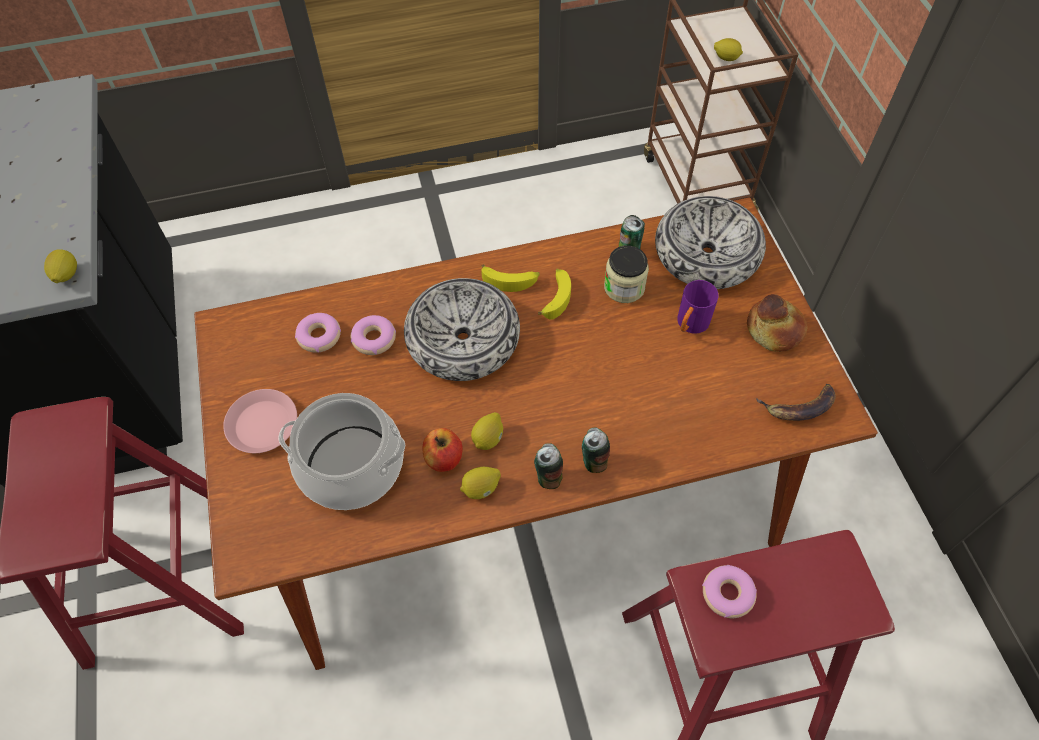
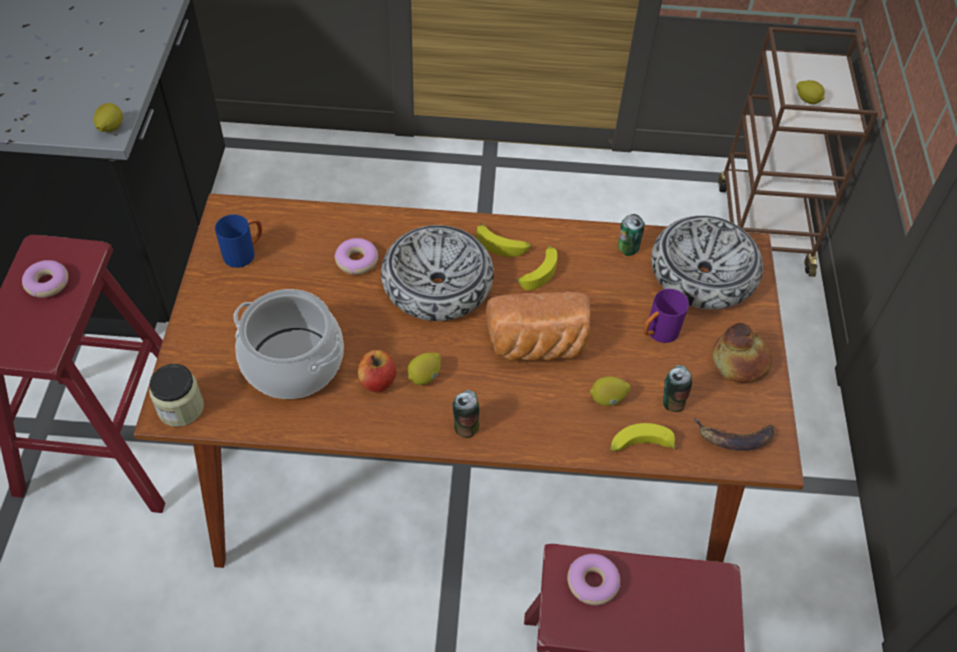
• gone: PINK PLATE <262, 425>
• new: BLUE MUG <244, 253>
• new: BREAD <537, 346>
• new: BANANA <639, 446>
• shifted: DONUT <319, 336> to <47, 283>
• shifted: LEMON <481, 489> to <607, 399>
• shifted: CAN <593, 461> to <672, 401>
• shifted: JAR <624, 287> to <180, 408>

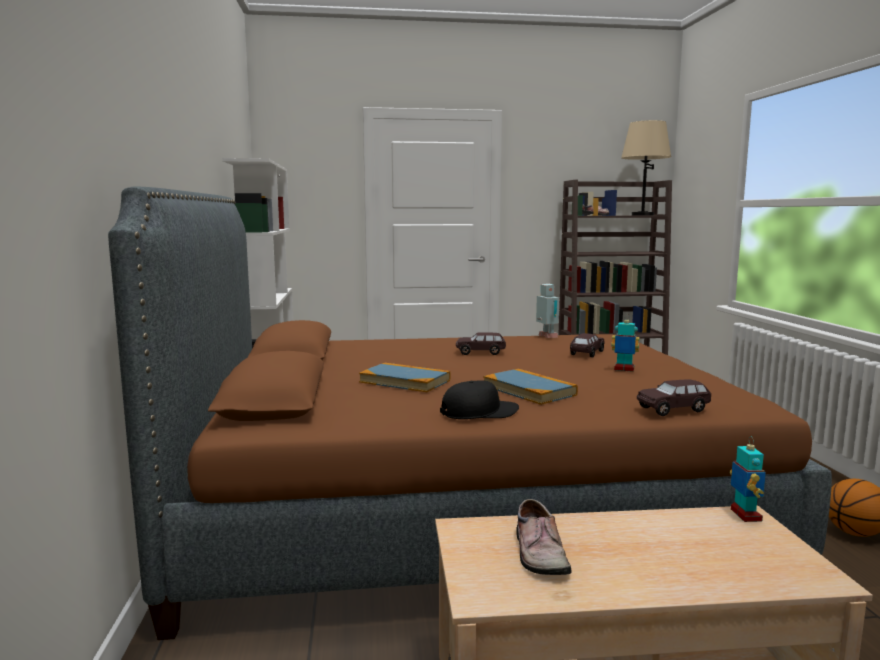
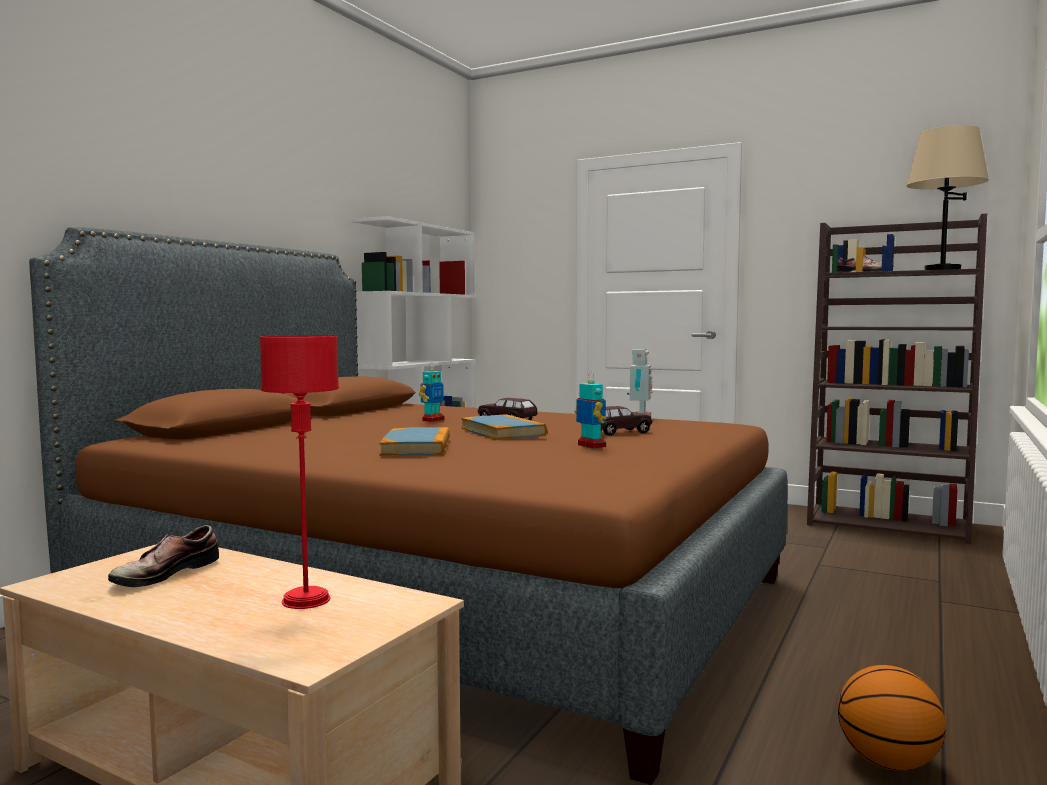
• gone: BLACK CAP <479, 413>
• gone: BROWN TOY CAR <673, 409>
• new: RED TABLE LAMP <305, 600>
• shifted: BOOK <405, 381> to <502, 432>
• shifted: TOY ROBOT <745, 515> to <432, 420>

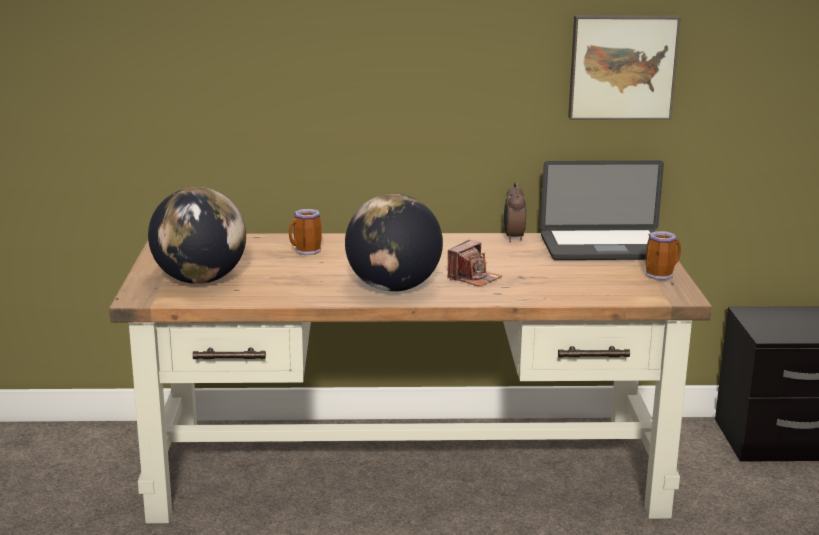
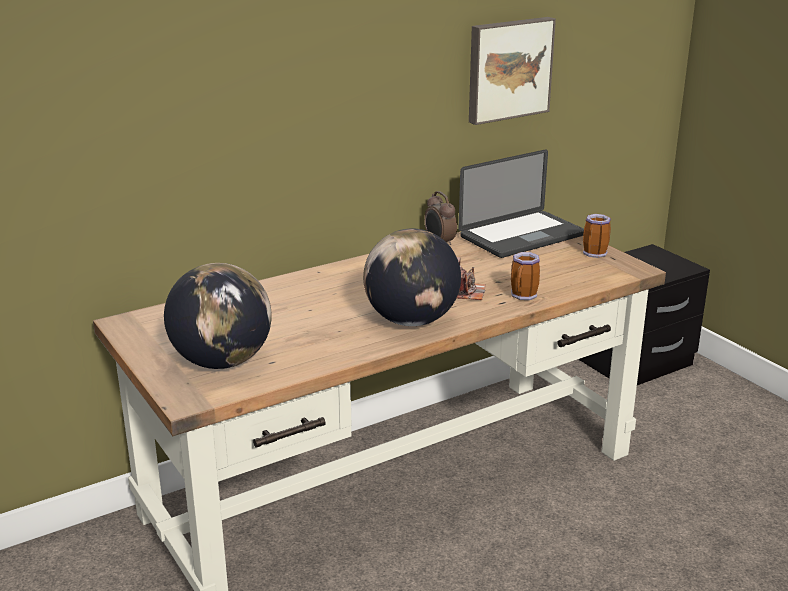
• shifted: MUG <306, 252> to <524, 296>

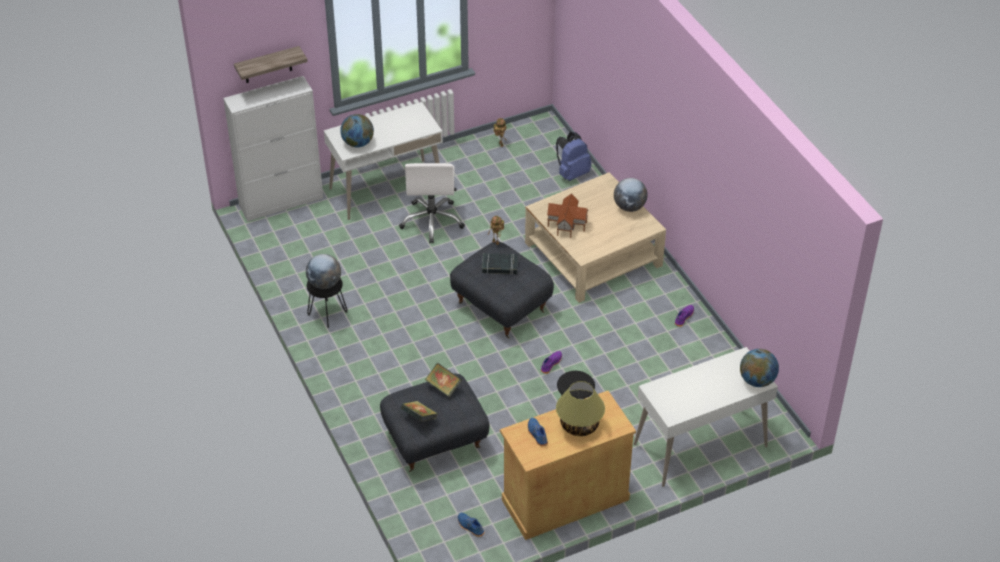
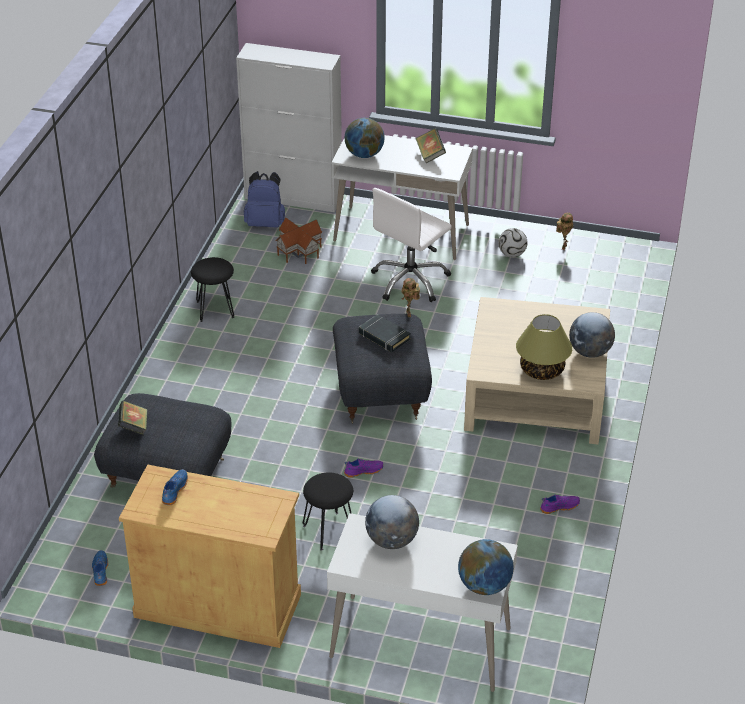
• gone: SHELF <267, 65>
• new: FOOTBALL <512, 254>
• shifted: GLOBE <324, 284> to <392, 540>
• shifted: BOOK <443, 386> to <430, 154>
• shifted: TOY HOUSE <566, 224> to <299, 250>
• shifted: BLUE BACKPACK <572, 173> to <266, 223>
• shifted: TABLE LAMP <579, 425> to <541, 370>

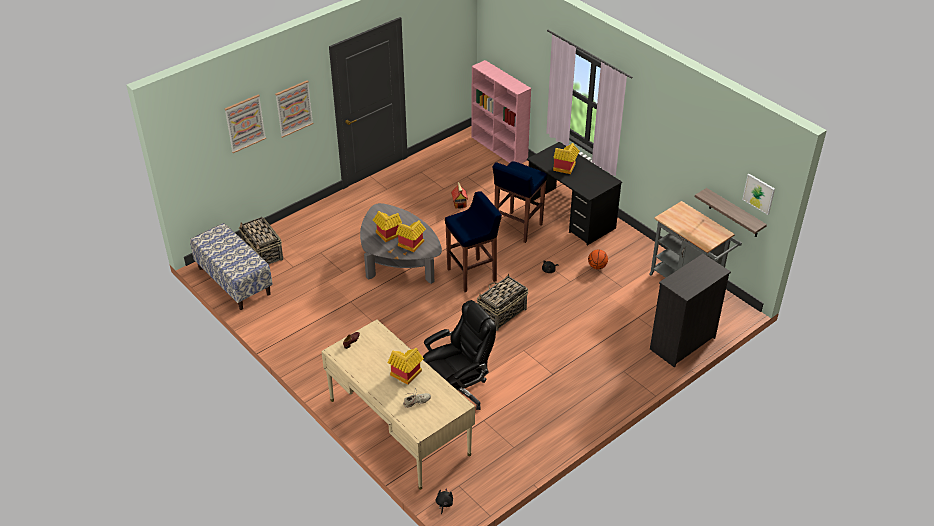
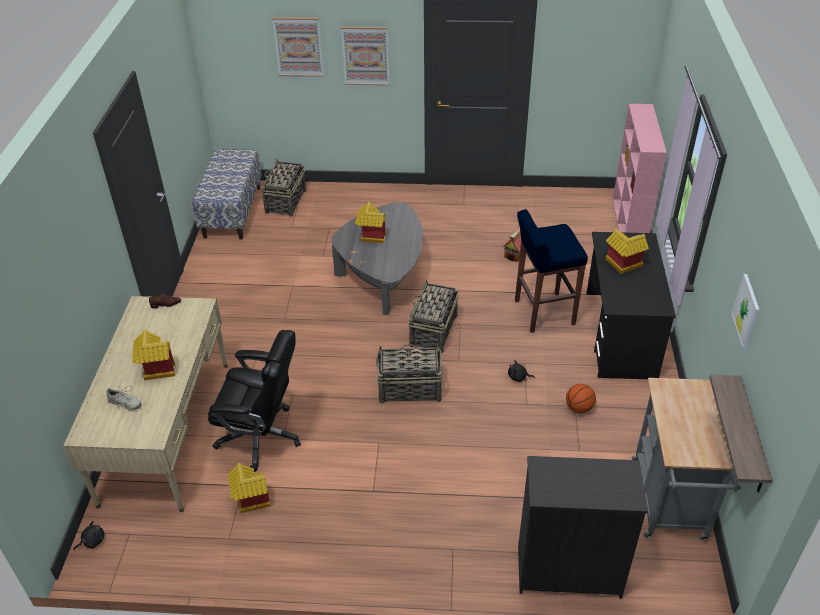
• shifted: TOY HOUSE <411, 245> to <249, 501>
• shifted: PICTURE <759, 193> to <746, 311>
• swapped: BLUE STOOL <472, 275> to BASKET <433, 331>

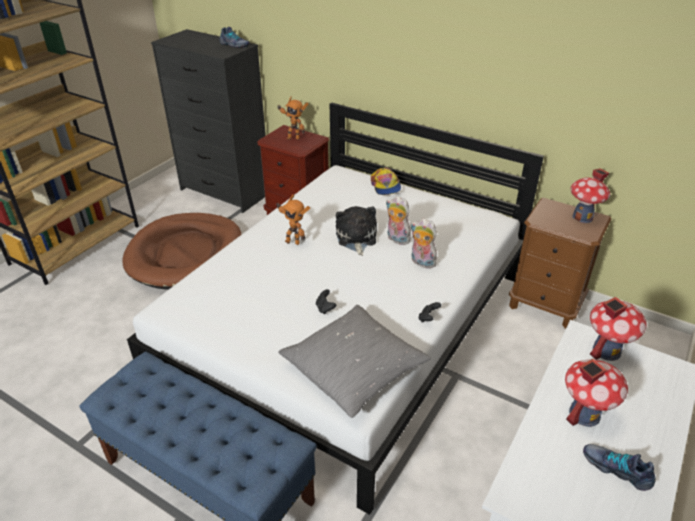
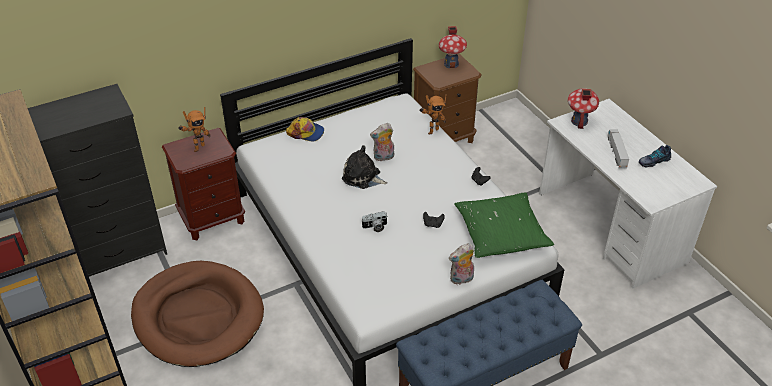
• gone: SHOE <234, 45>
• new: PHOTO CAMERA <375, 227>
• shifted: TOY ROBOT <293, 241> to <432, 130>
• shifted: PLUSH TOY <421, 262> to <461, 279>
• swapped: TOY HOUSE <584, 414> to TOY TRUCK <616, 153>
• repainted: GREY PILLOW <354, 368> to GREEN PILLOW <501, 233>

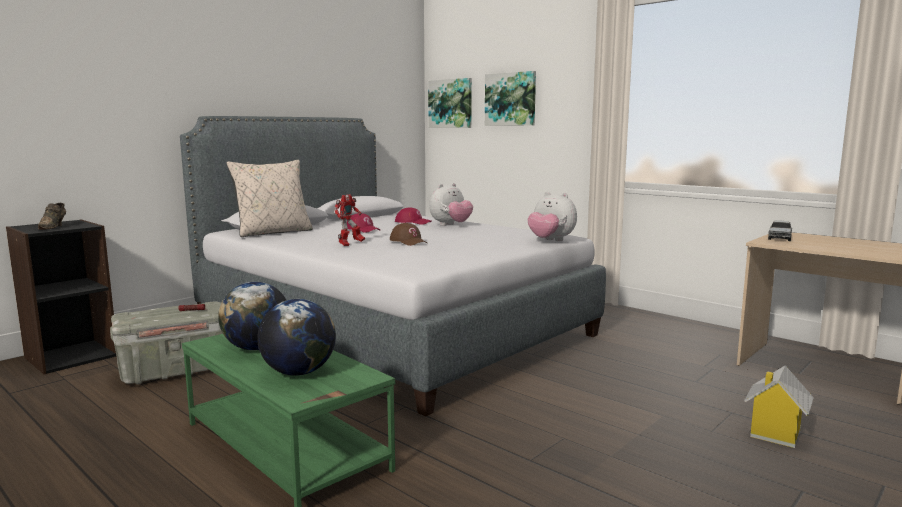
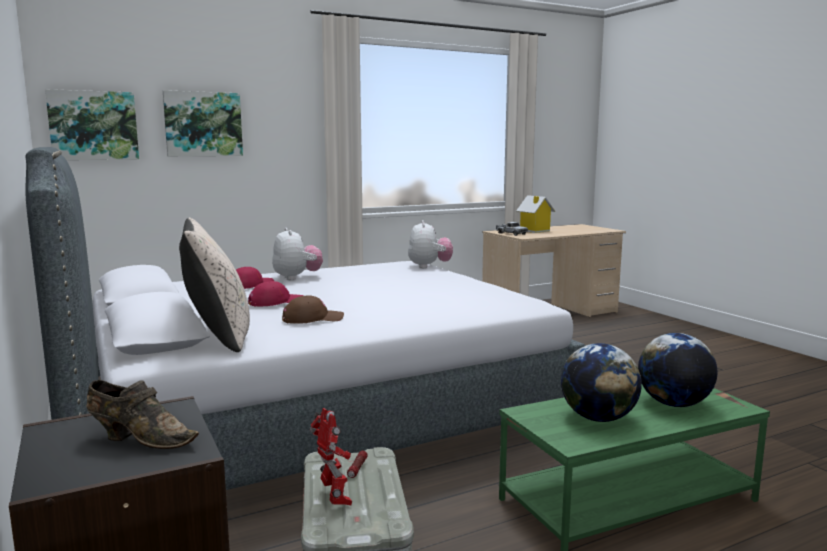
• shifted: TOY ROBOT <350, 244> to <335, 498>
• shifted: BROWN CAP <408, 241> to <312, 319>
• shifted: TOY HOUSE <774, 433> to <534, 231>
• rotated: PLUSH TOY <550, 241> = <429, 266> 60 degrees counterclockwise

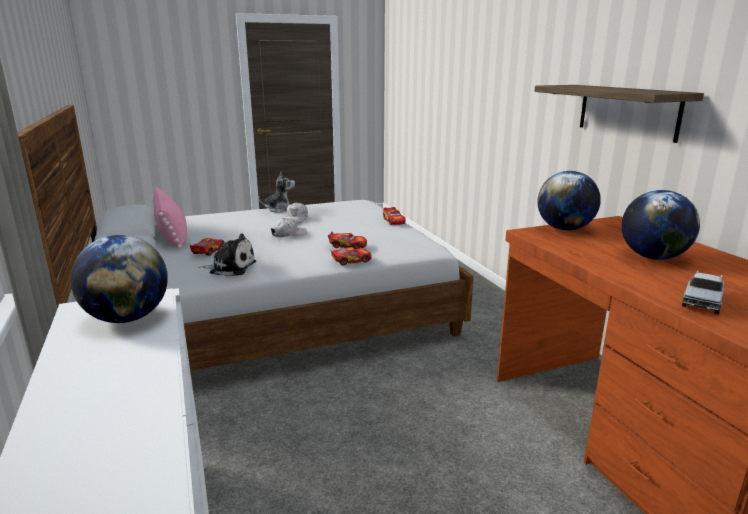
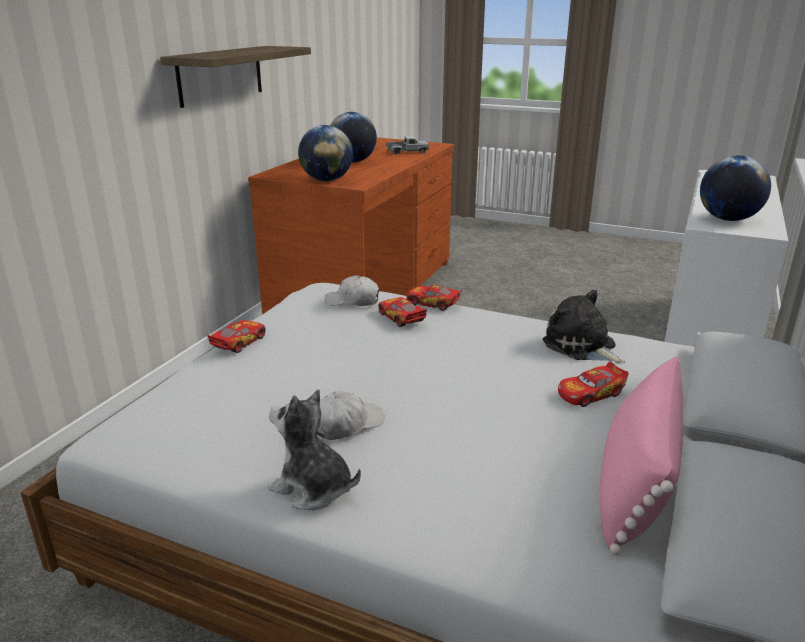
• shifted: WHITE CAP <288, 234> to <352, 301>

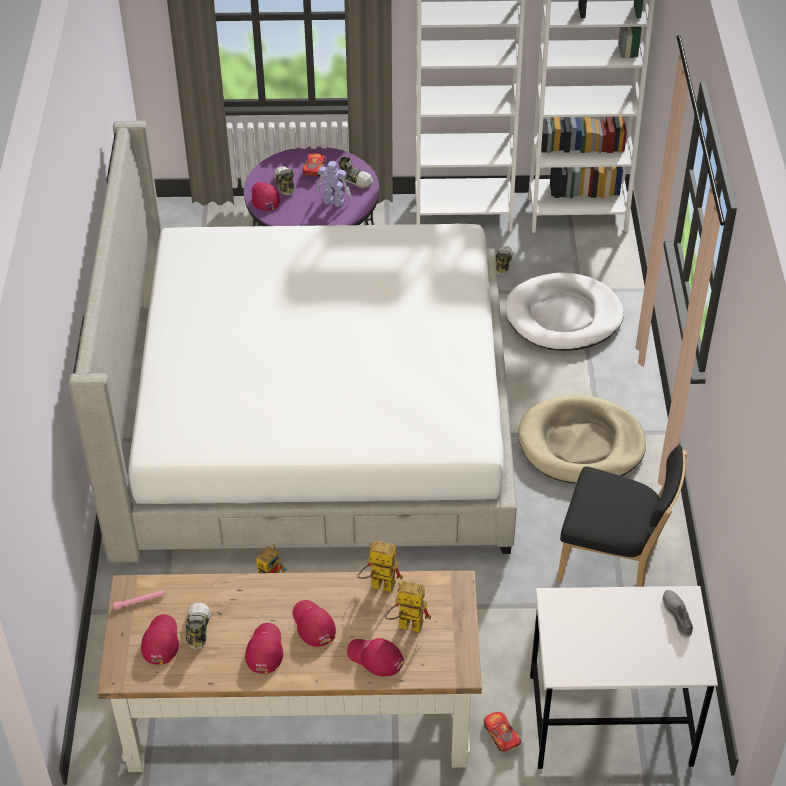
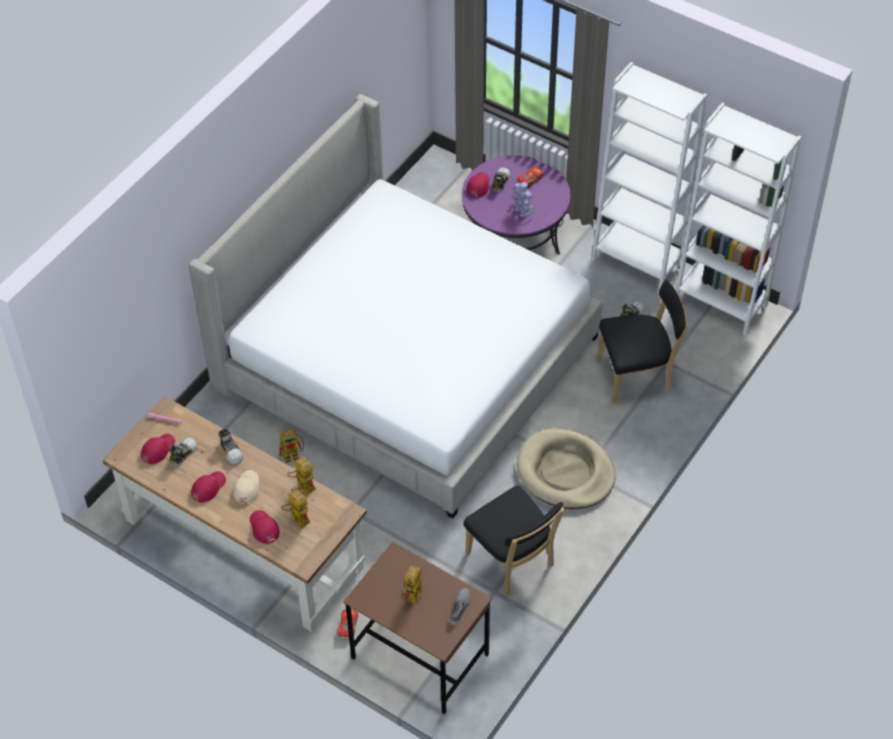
• new: TOY ROBOT <413, 599>
• shifted: SHOE <355, 180> to <231, 452>
• swapped: WHITE DOG BED <563, 316> to BLACK CHAIR <638, 376>
• repainted: RED CAP <313, 624> to BEIGE CAP <246, 488>
• repainted: WHITE DESK <609, 721> to BROWN DESK <419, 656>

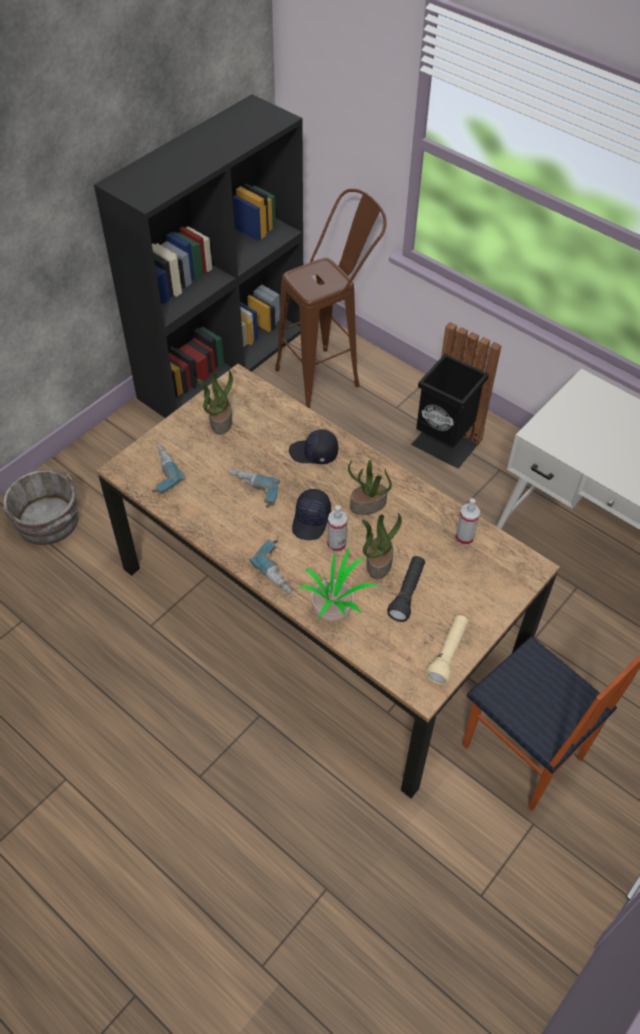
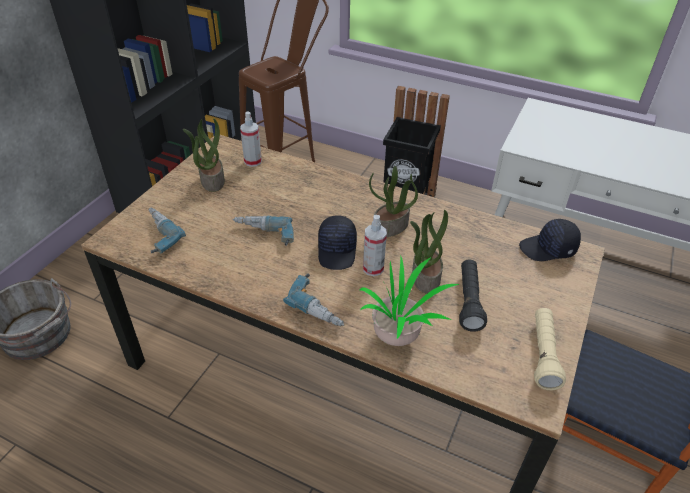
• shifted: BLACK CAP <314, 453> to <548, 249>
• shifted: SPRAY BOTTLE <464, 538> to <253, 161>

